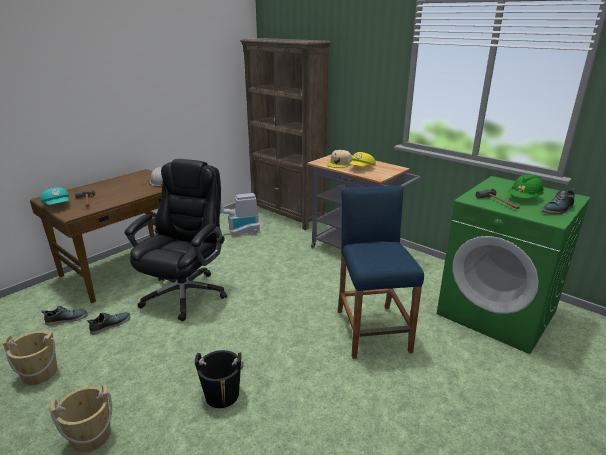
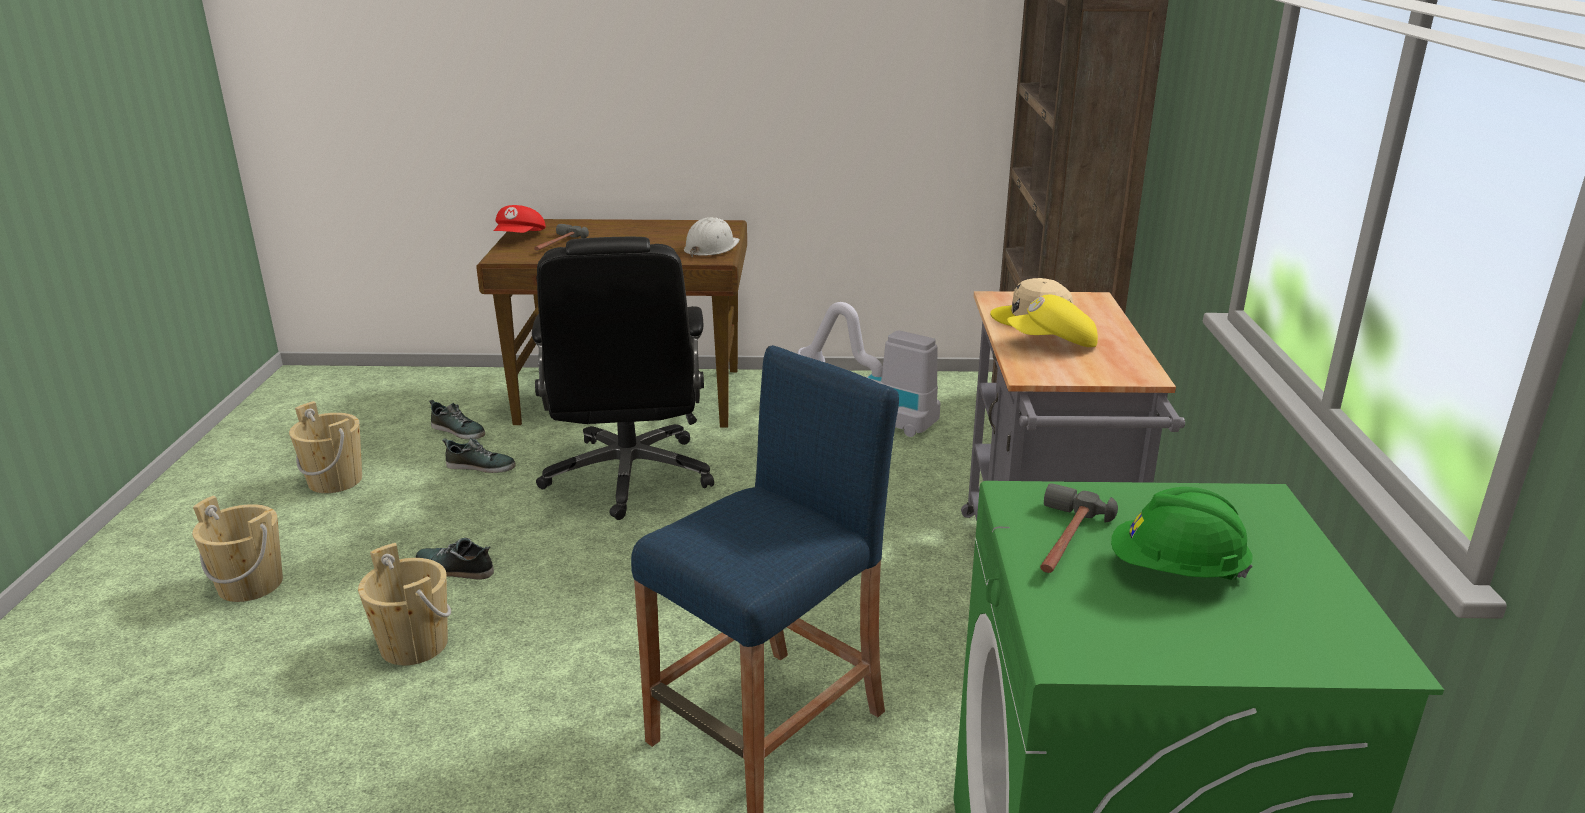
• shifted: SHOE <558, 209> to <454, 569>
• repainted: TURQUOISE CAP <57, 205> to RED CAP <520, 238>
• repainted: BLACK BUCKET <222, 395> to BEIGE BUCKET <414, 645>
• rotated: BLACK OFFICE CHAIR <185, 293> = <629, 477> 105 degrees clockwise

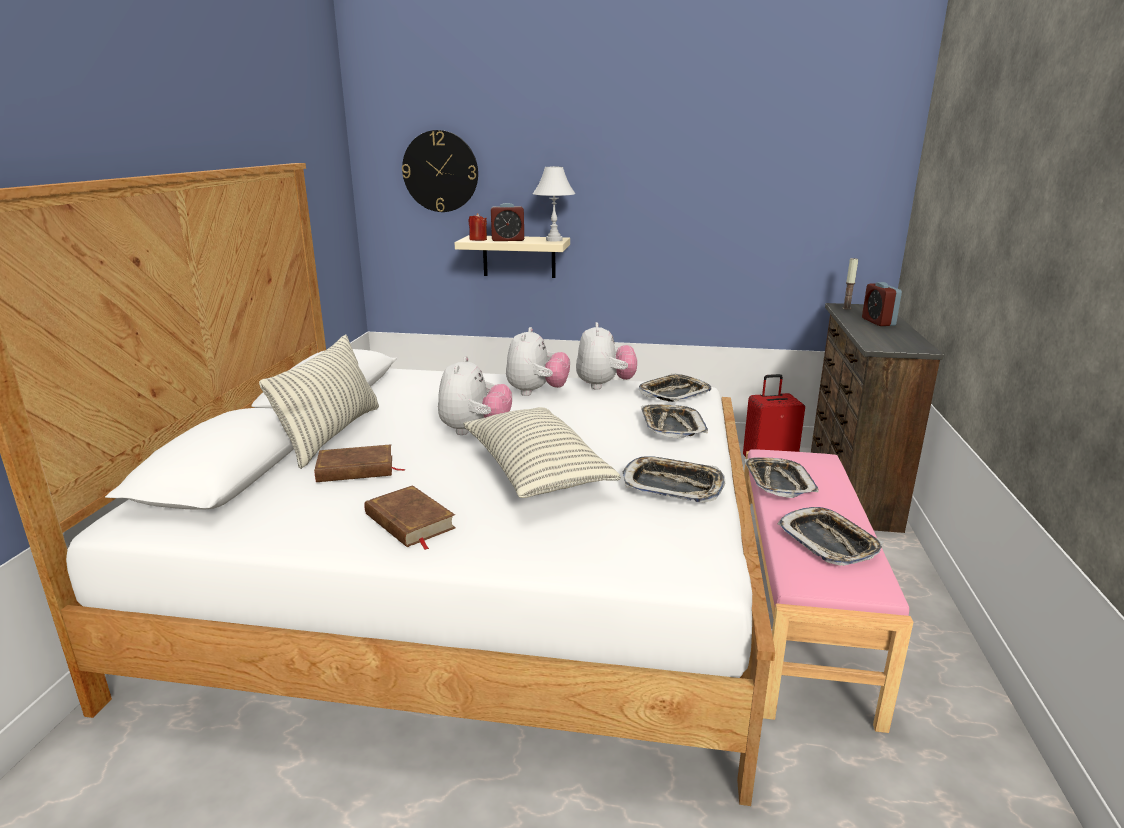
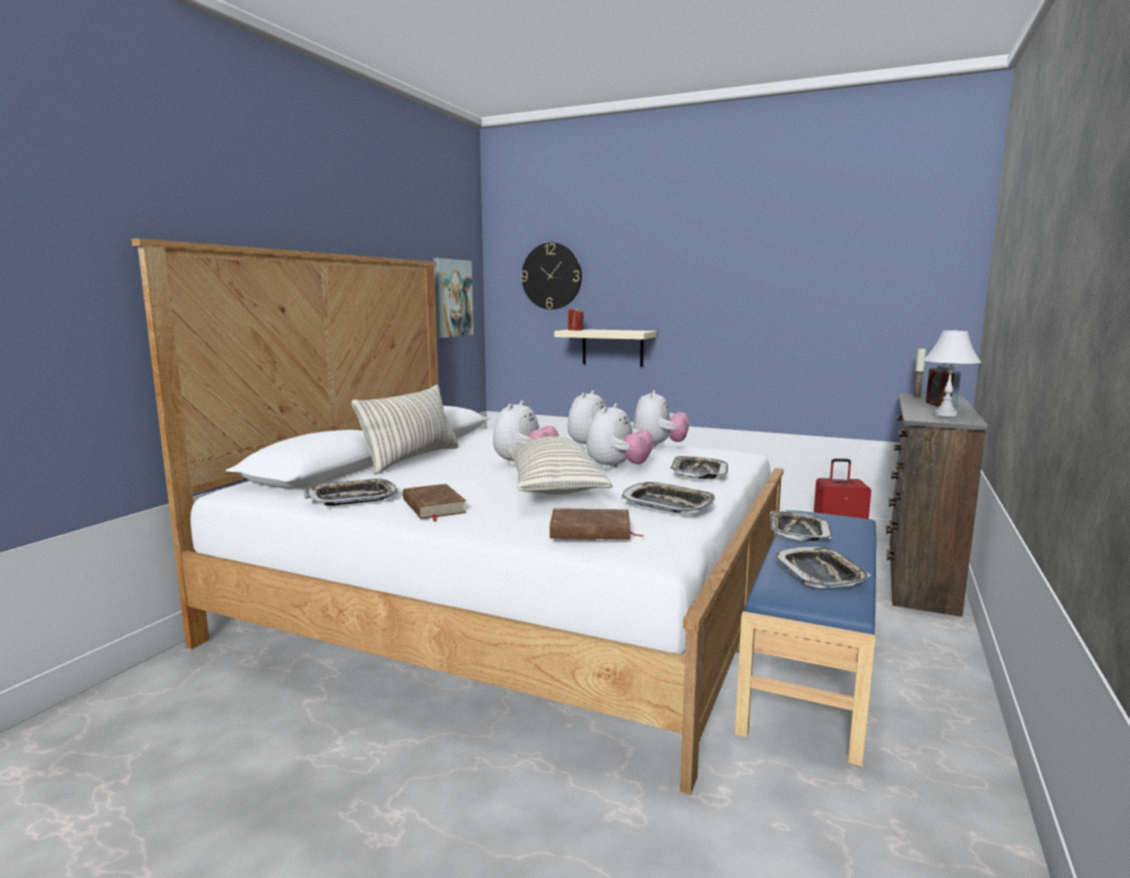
• gone: ALARM CLOCK <508, 240>
• new: PICTURE <452, 298>
• new: PLUSH TOY <617, 468>
• shifted: BROWN BOOK <356, 469> to <590, 531>
• shifted: WHITE TABLE LAMP <554, 240> to <945, 414>
• shifted: TRAY <674, 393> to <353, 498>
• repainted: PINK BENCH <796, 613> to BLUE BENCH <810, 663>

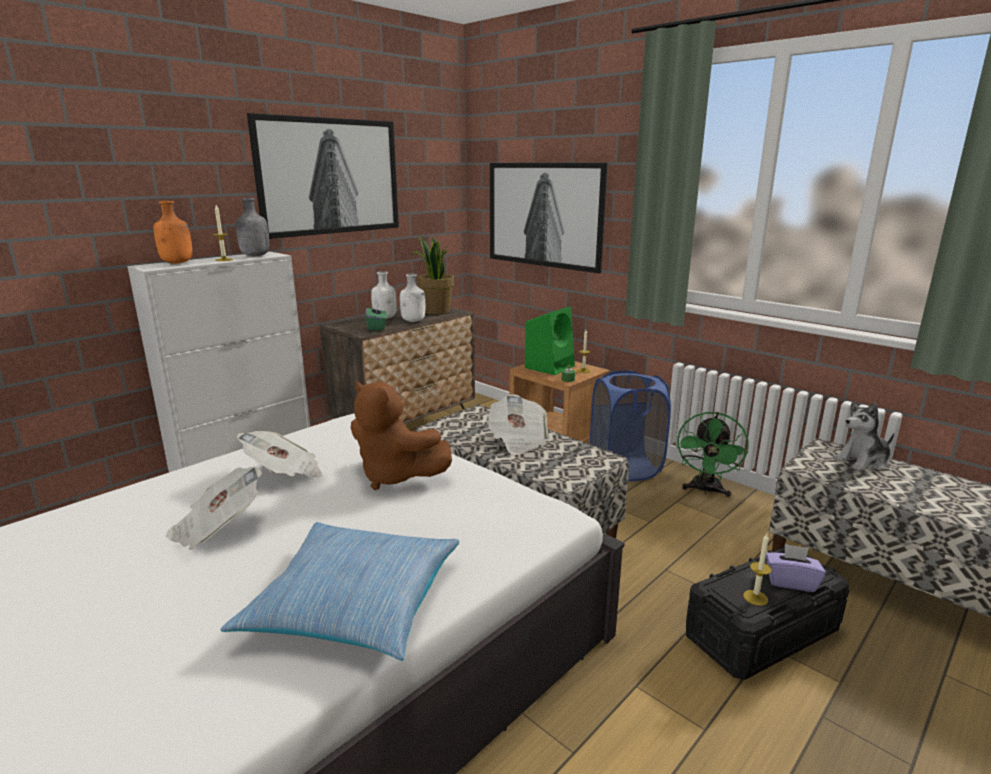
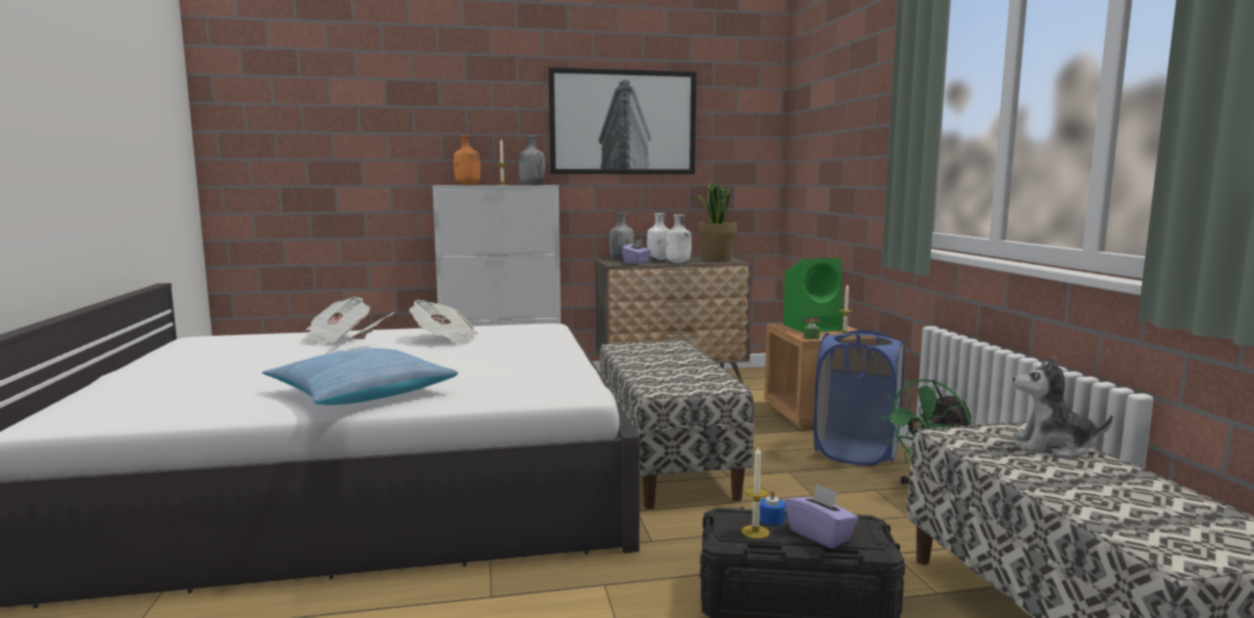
• gone: BROWN PLUSH TOY <395, 476>
• gone: PICTURE <544, 215>
• new: GREY BOTTLE <621, 259>
• new: BLUE CANDLE <771, 519>
• shifted: NEWSPAPER <517, 440> to <335, 339>
• repainted: GREEN TISSUE BOX <377, 327> to PURPLE TISSUE BOX <636, 263>

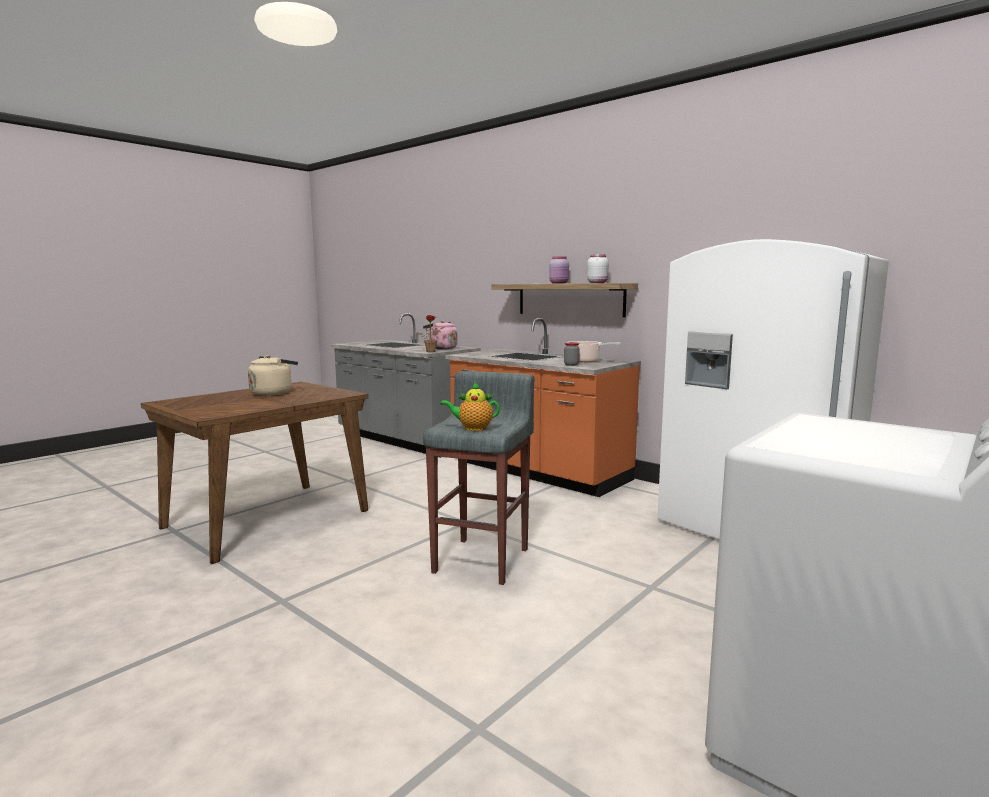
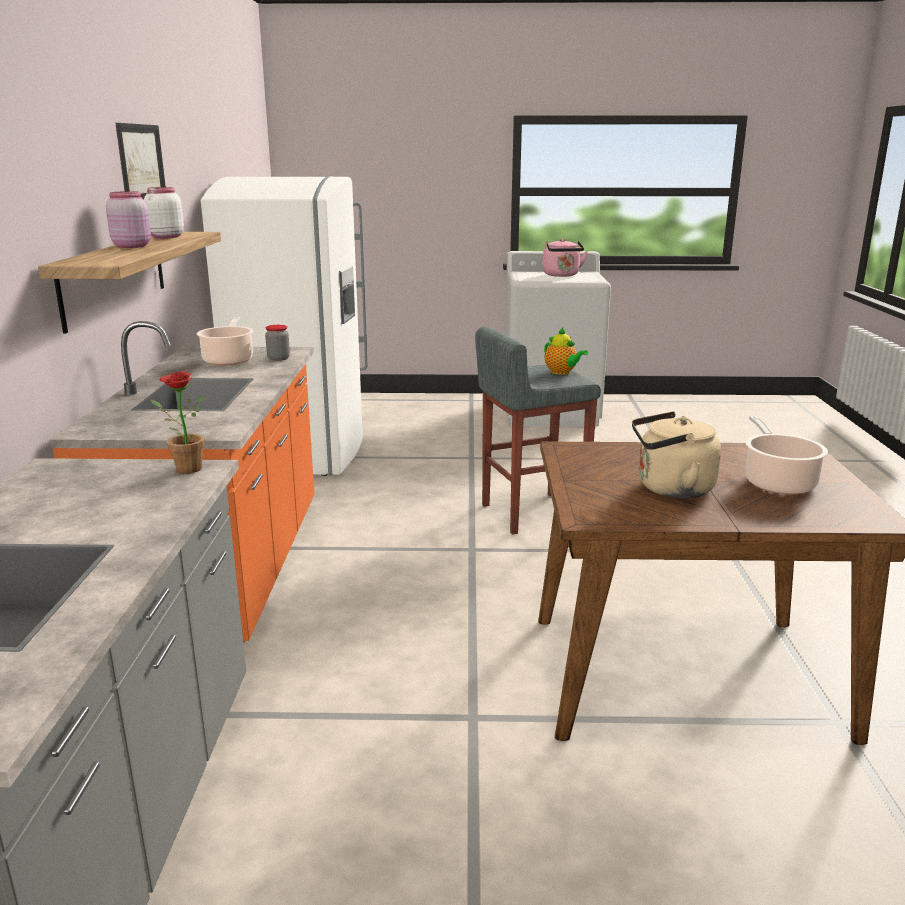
• new: PICTURE <141, 162>
• new: COOKING POT <777, 482>
• shifted: PINK KETTLE <441, 348> to <562, 275>

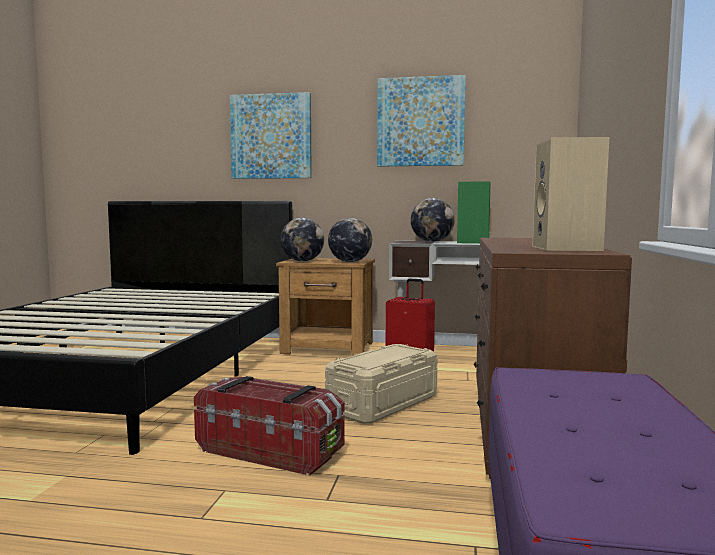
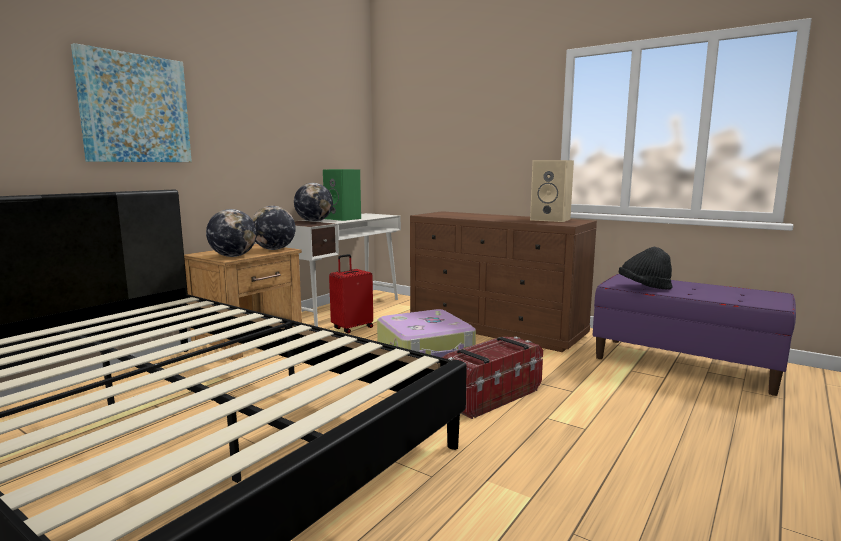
• gone: PICTURE <420, 122>
• new: BLACK HAT <644, 287>
• swapped: BEIGE STORAGE BOX <383, 404> to SUITCASE <426, 350>

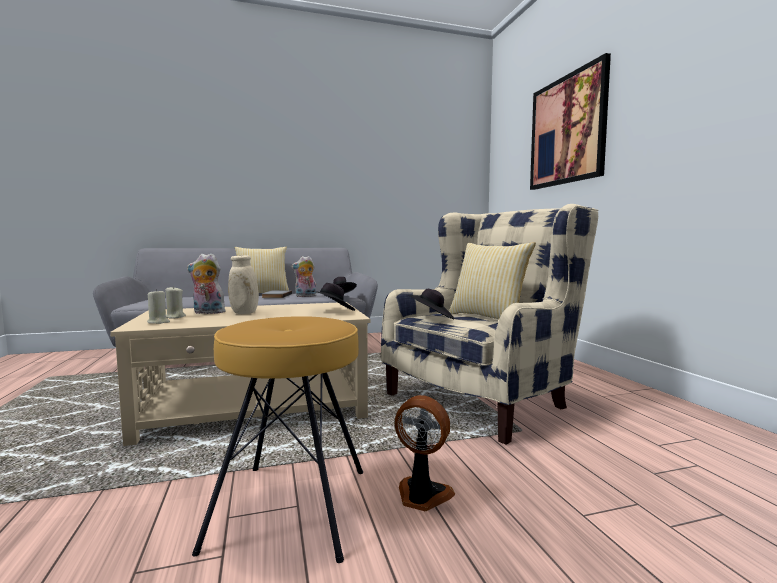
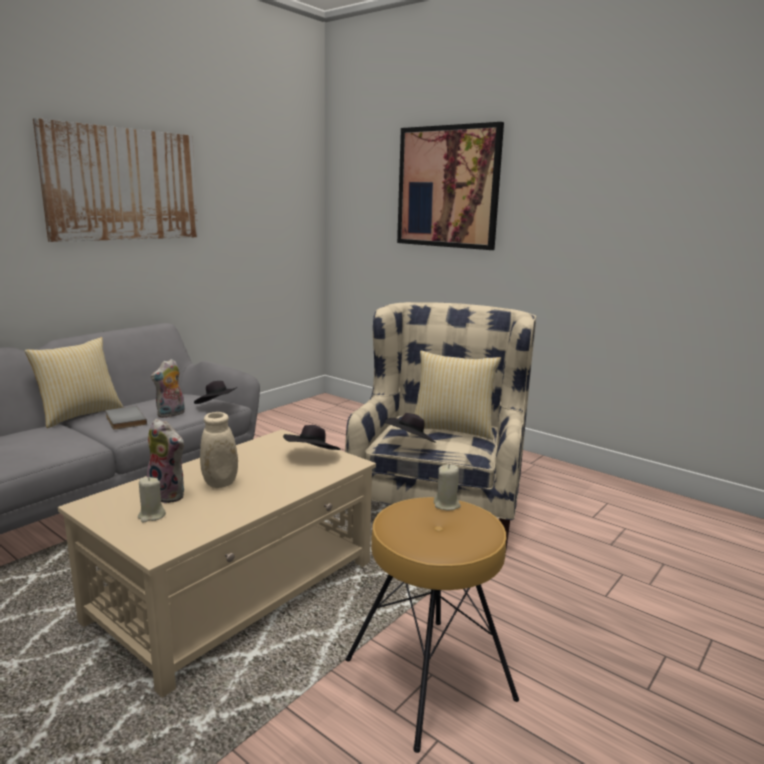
• gone: FAN <422, 496>
• new: PICTURE <123, 184>
• shifted: BEIGE CANDLE <158, 322> to <447, 505>
• rotated: PLUSH TOY <207, 313> = <169, 494> 120 degrees counterclockwise

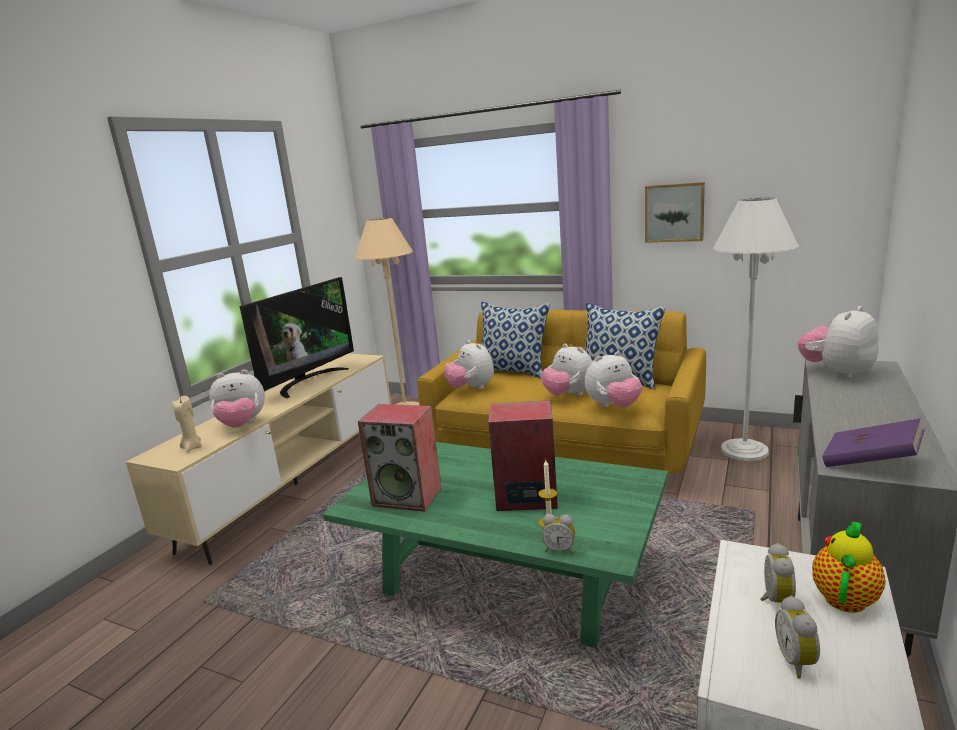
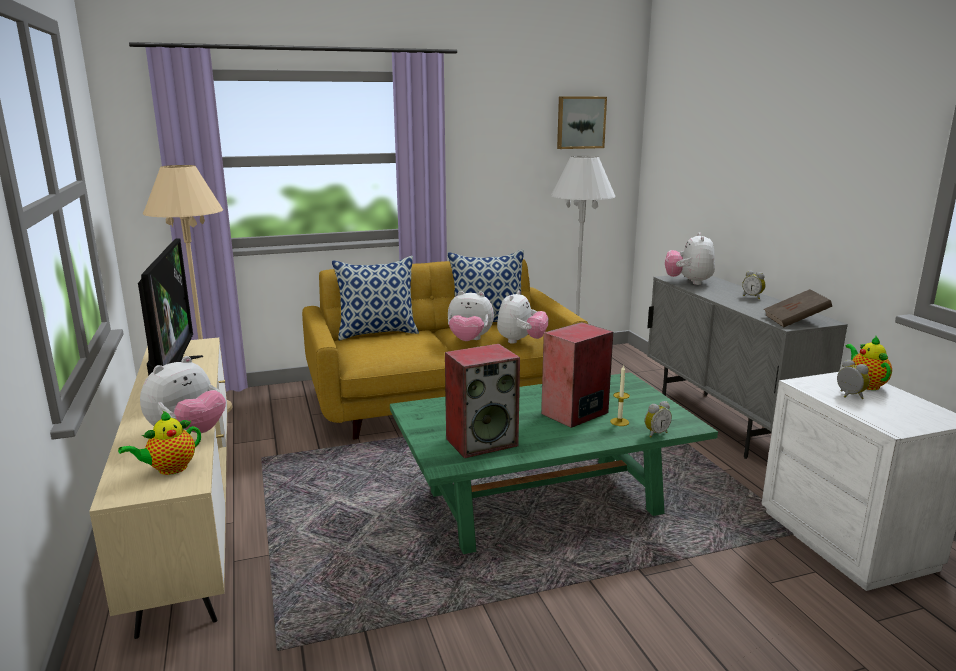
• gone: PLUSH TOY <471, 388>
• shifted: PICTURE <674, 212> to <580, 122>
• shifted: ALARM CLOCK <797, 661> to <753, 297>
• swapped: BEIGE CANDLE <192, 447> to TEAPOT <169, 469>
• repainted: PURPLE BOOK <870, 463> to BROWN BOOK <795, 321>

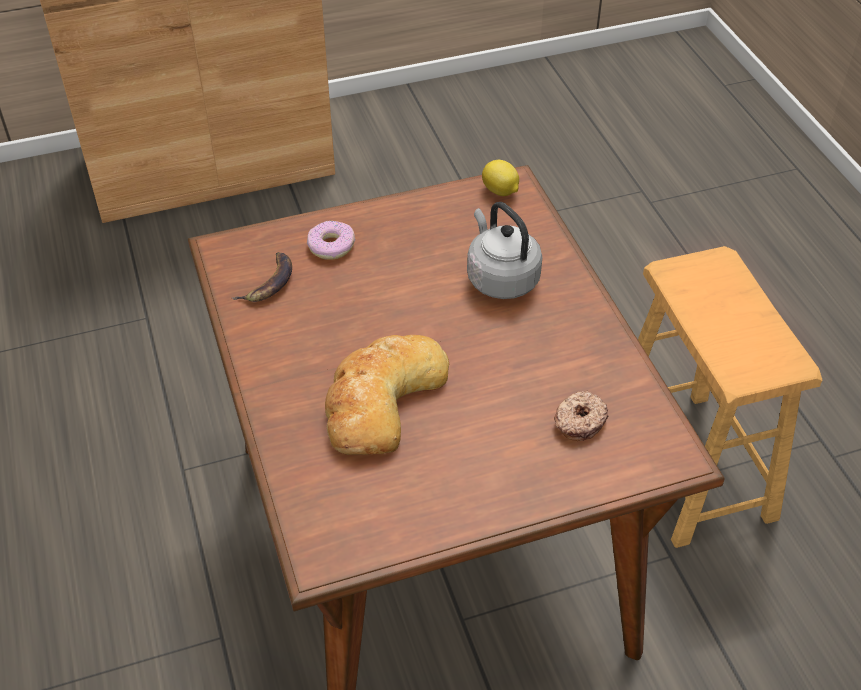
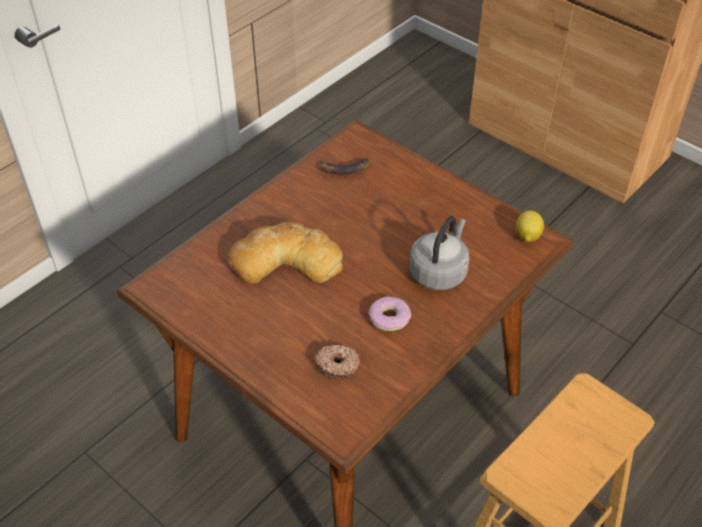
• shifted: DONUT <331, 246> to <389, 318>

